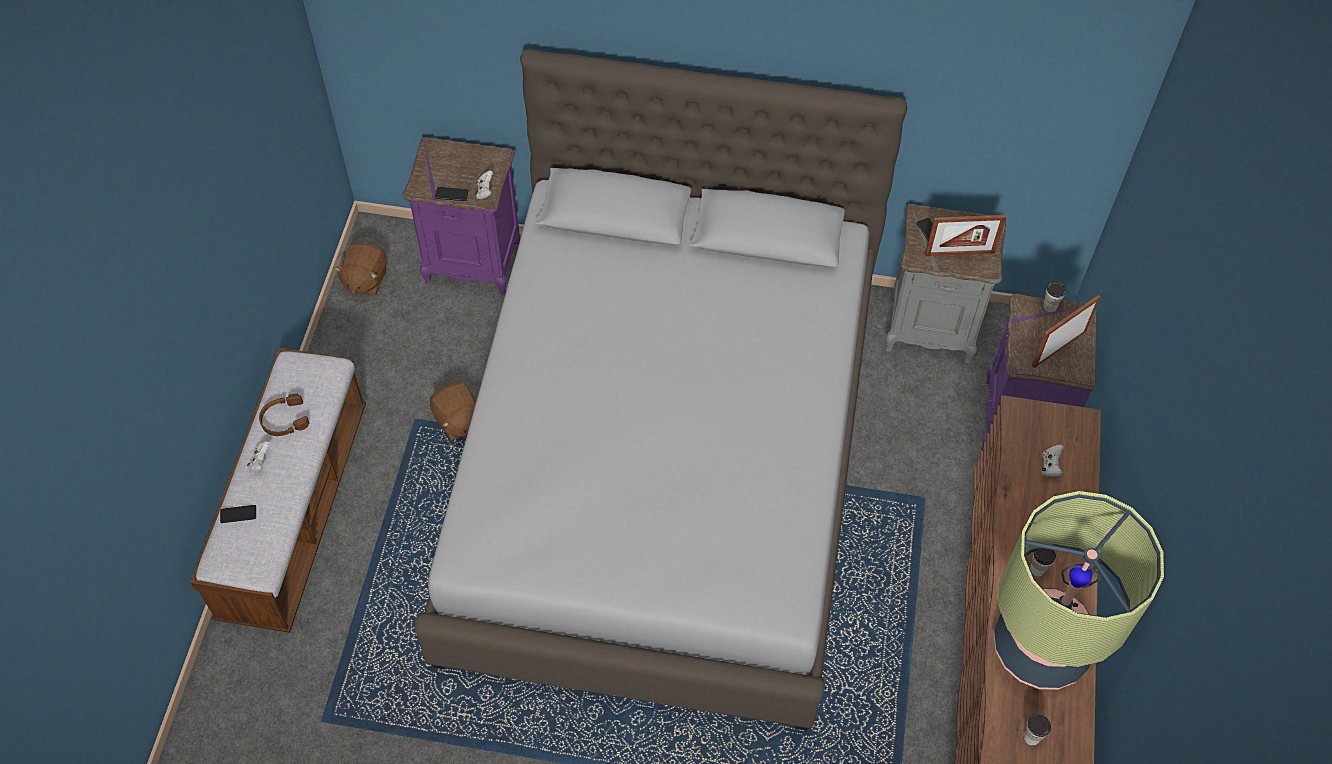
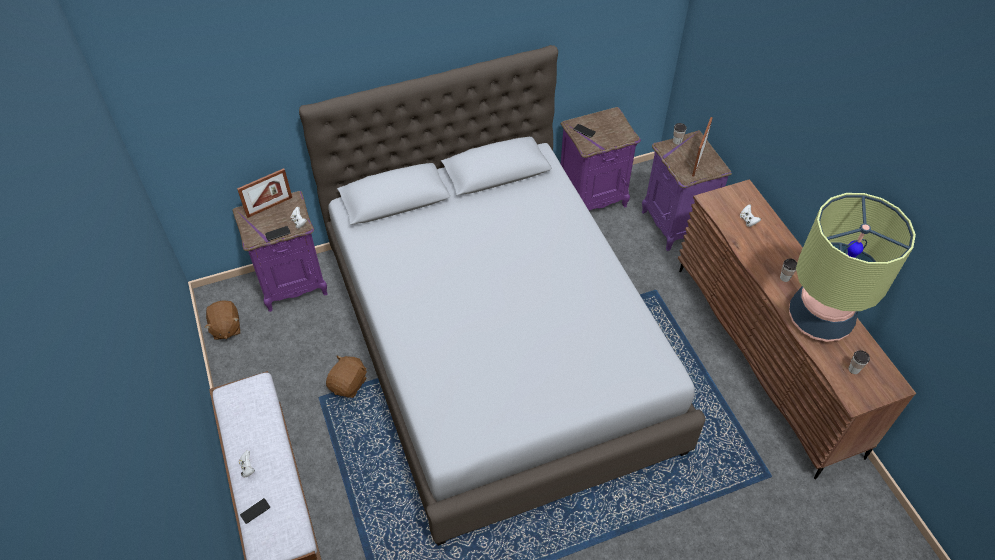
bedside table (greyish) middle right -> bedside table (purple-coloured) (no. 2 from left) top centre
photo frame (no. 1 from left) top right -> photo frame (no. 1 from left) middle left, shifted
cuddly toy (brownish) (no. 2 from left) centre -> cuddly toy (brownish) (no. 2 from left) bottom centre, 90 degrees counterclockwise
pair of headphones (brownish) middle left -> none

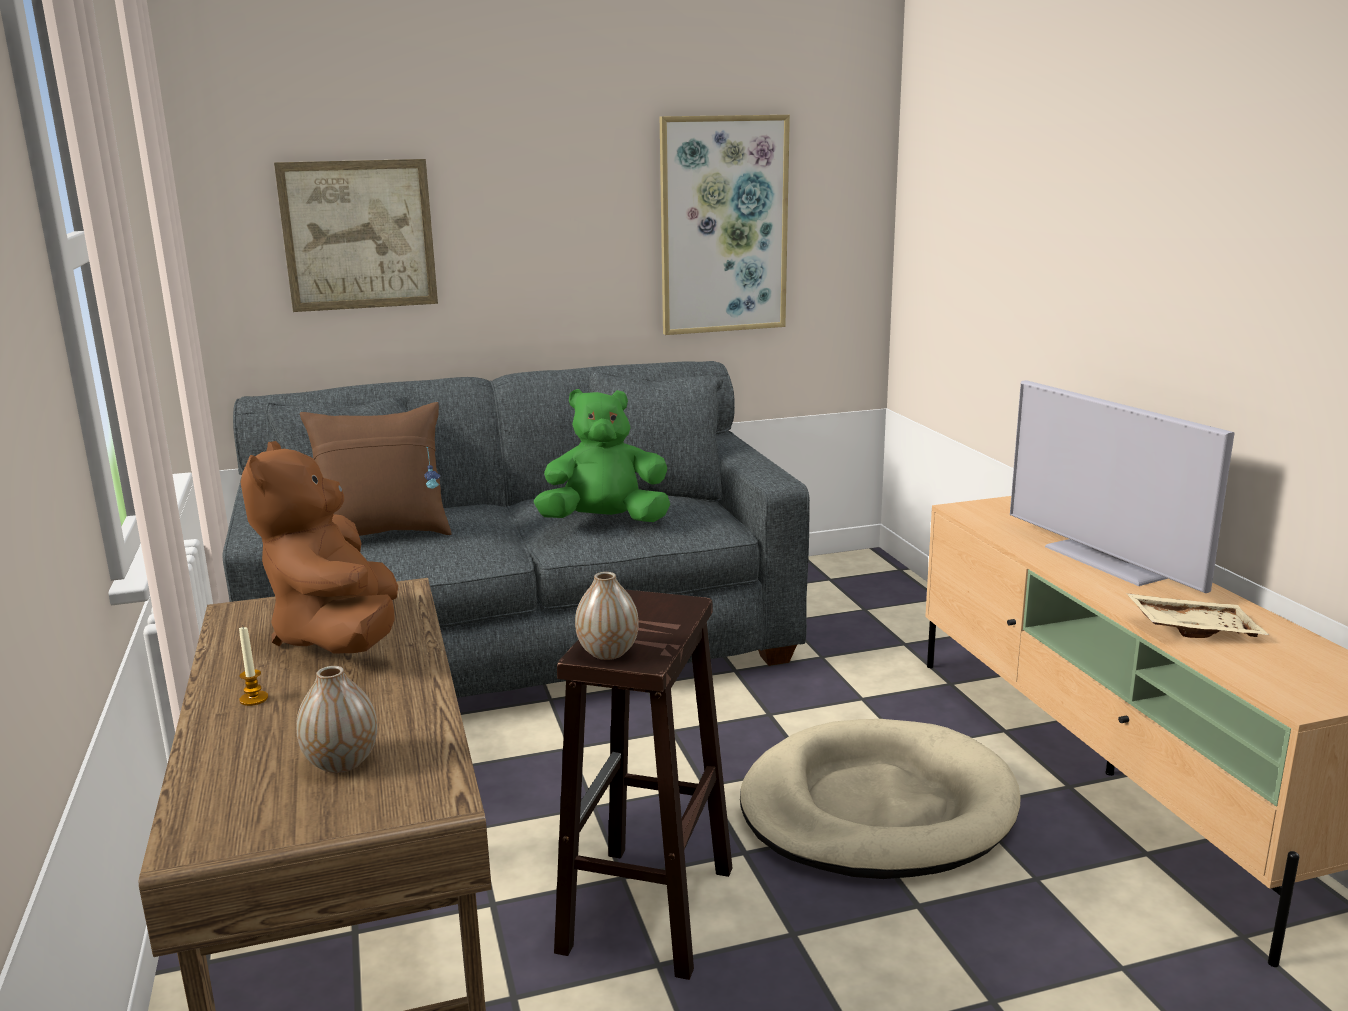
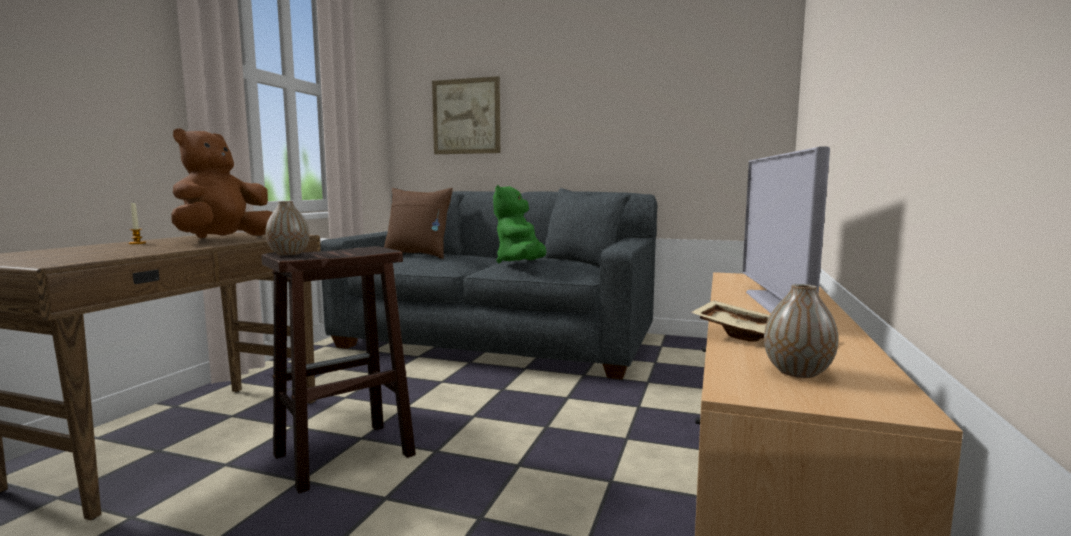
picture (no. 2 from left) top centre -> none
cuddly toy (greenish) centre, 105 degrees counterclockwise
flower vase (no. 1 from left in the first image) bottom left -> flower vase (no. 2 from left) middle right, shifted
dog cushion (beige-coloured) bottom centre -> none

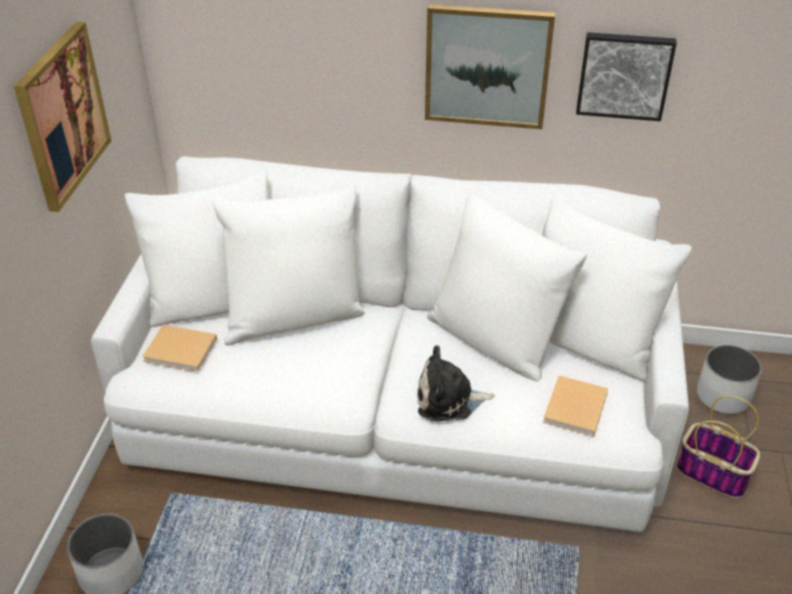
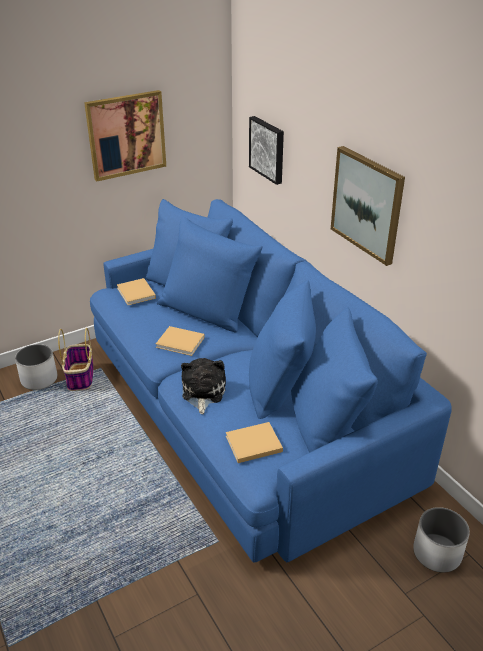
picture (no. 3 from left in the first image) top right -> picture (no. 2 from left) top centre, shifted
sofa (white) centre -> sofa (blue) centre
cuddly toy centre, 45 degrees clockwise
basket bottom right -> basket middle left, shifted
none -> bound book (beige-coloured) (no. 2 from left) centre

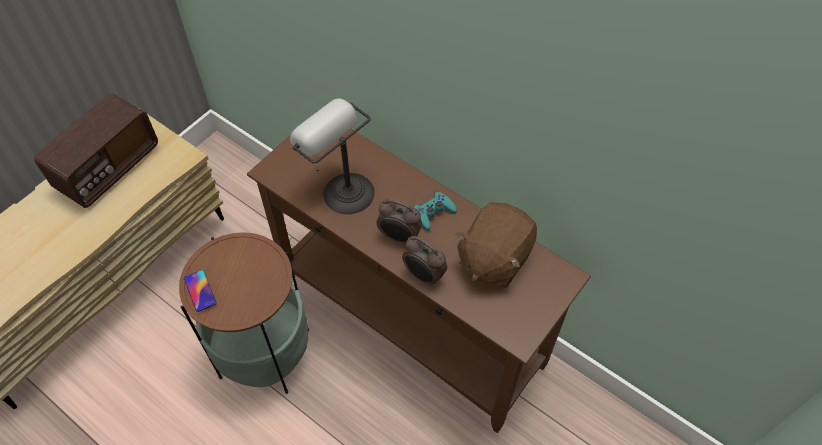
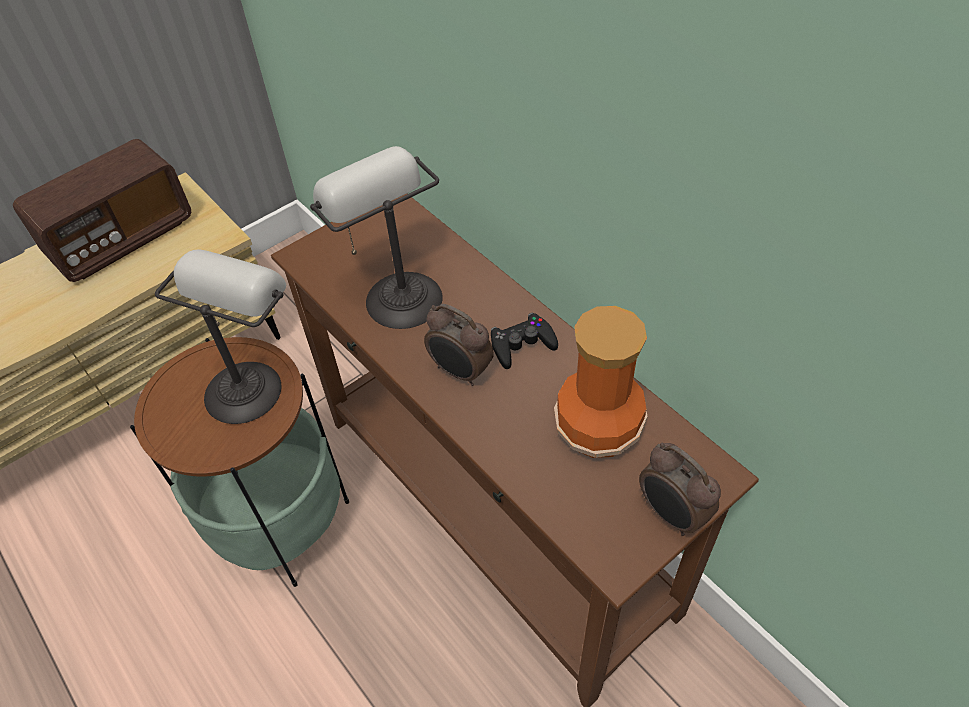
joypad (blue-green) centre -> joypad (blackish) centre
cuddly toy (brownish) centre -> flower vase centre
table clock (no. 2 from left) centre -> table clock (no. 2 from left) bottom right, shifted
telephone middle left -> none
none -> lamp for a table (no. 1 from left) middle left

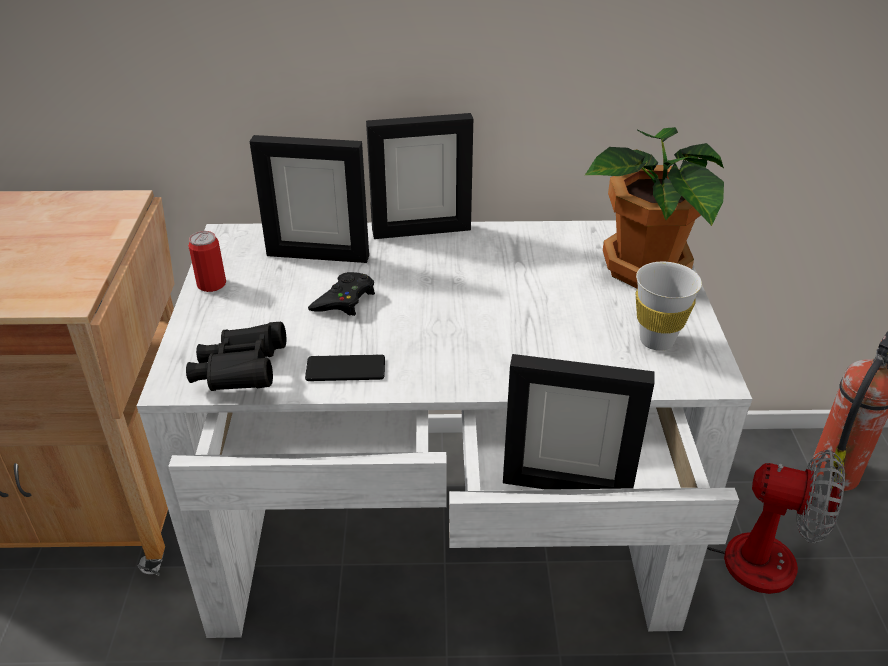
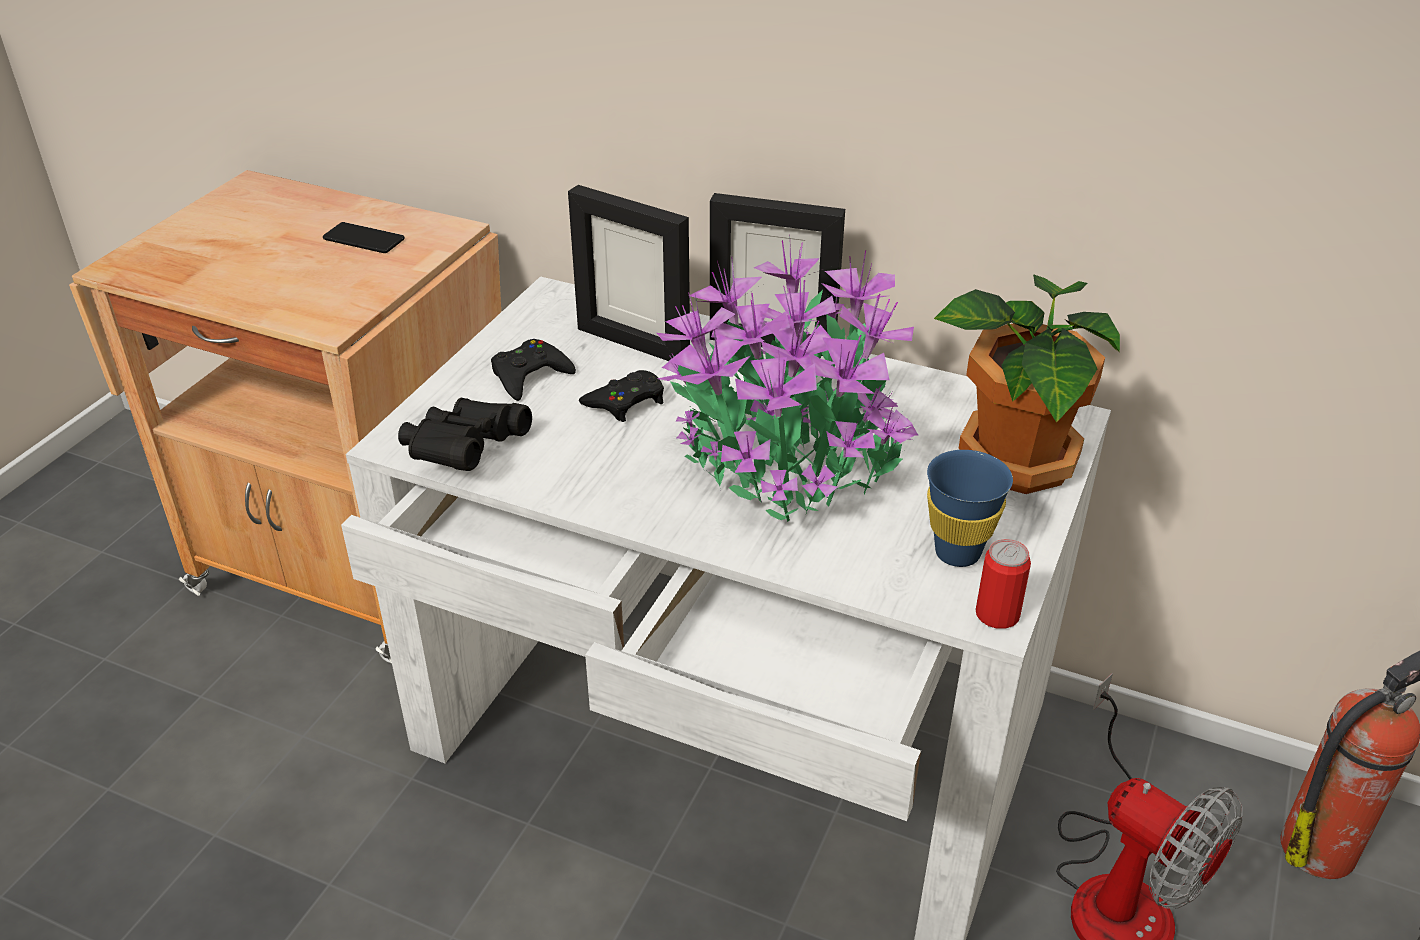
sealed can middle left -> sealed can middle right, shifted
cup (white) middle right -> cup (blue) middle right
telephone centre -> telephone top left, shifted
photo frame (no. 3 from left) centre -> none
none -> potted plant (no. 1 from left) centre
none -> joypad (blackish) (no. 1 from left) centre

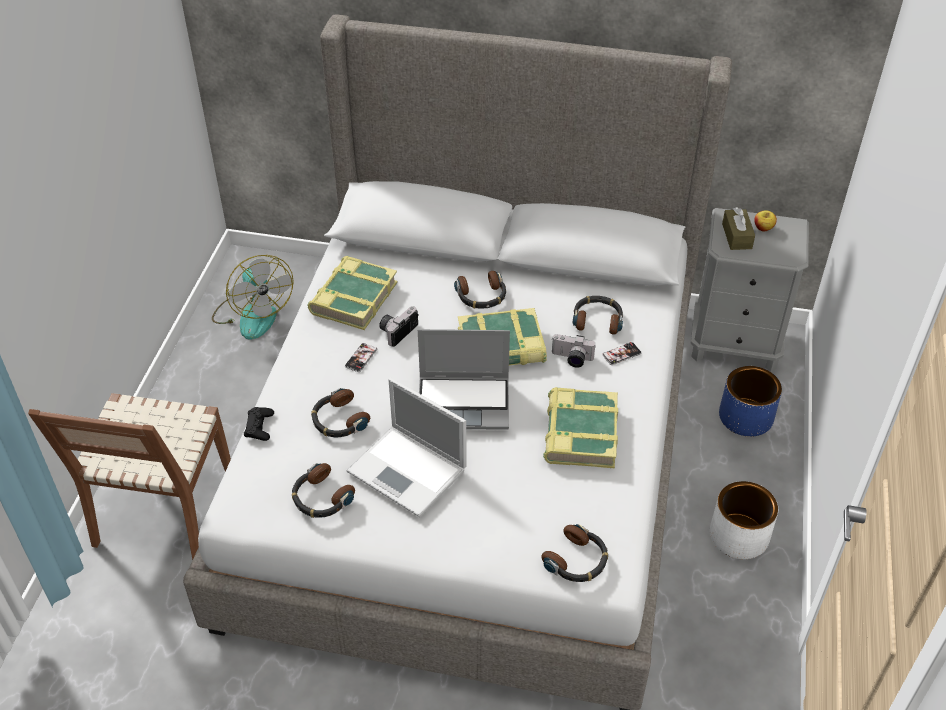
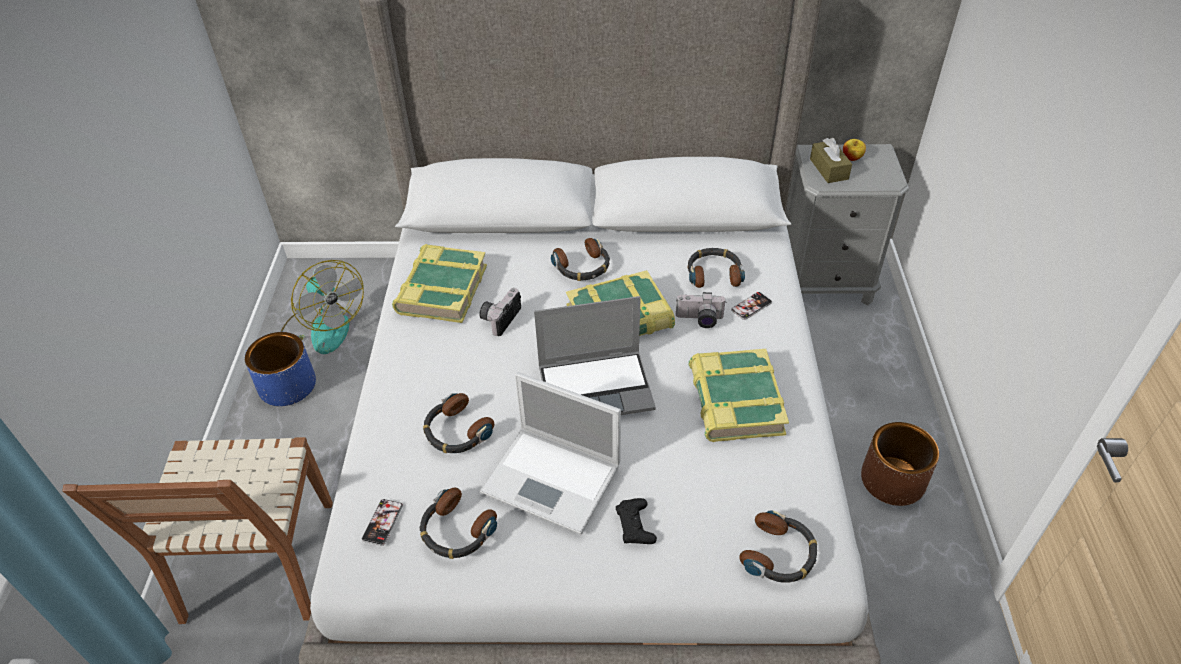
telephone (no. 1 from left) centre -> telephone (no. 1 from left) bottom left, shifted
planter (blue) middle right -> planter (blue) middle left, shifted
joypad (blackish) middle left -> joypad (blackish) bottom centre, shifted
planter (white) bottom right -> planter (brownish) bottom right

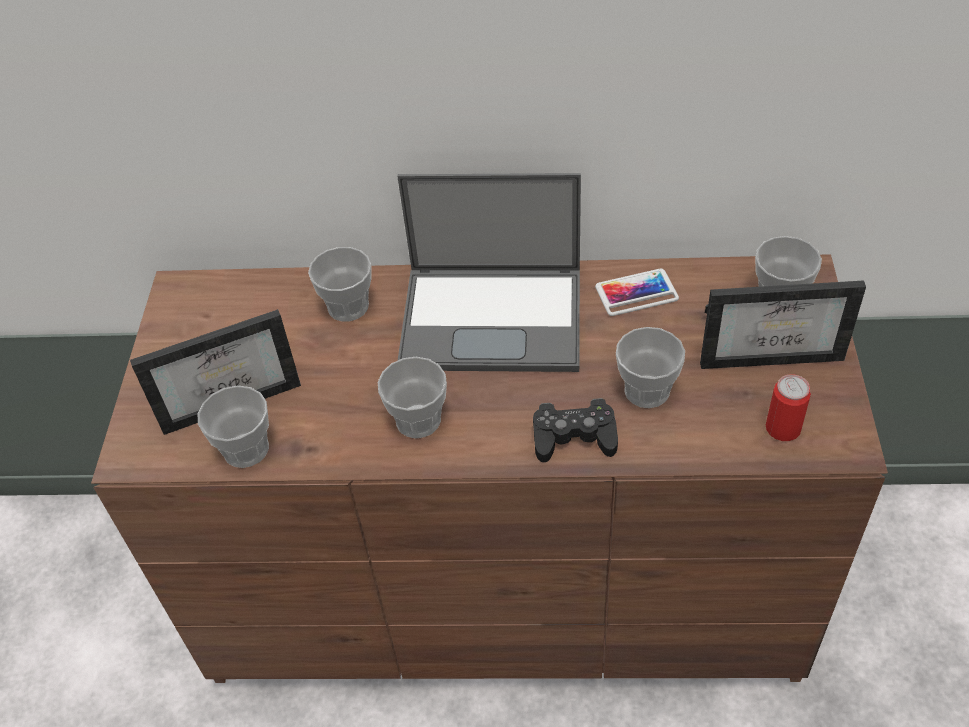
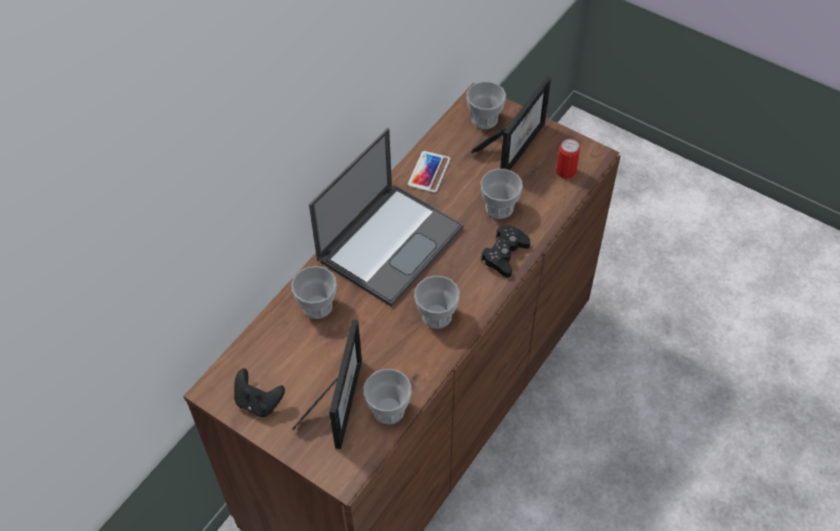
none -> joypad (blackish) (no. 1 from left) bottom left

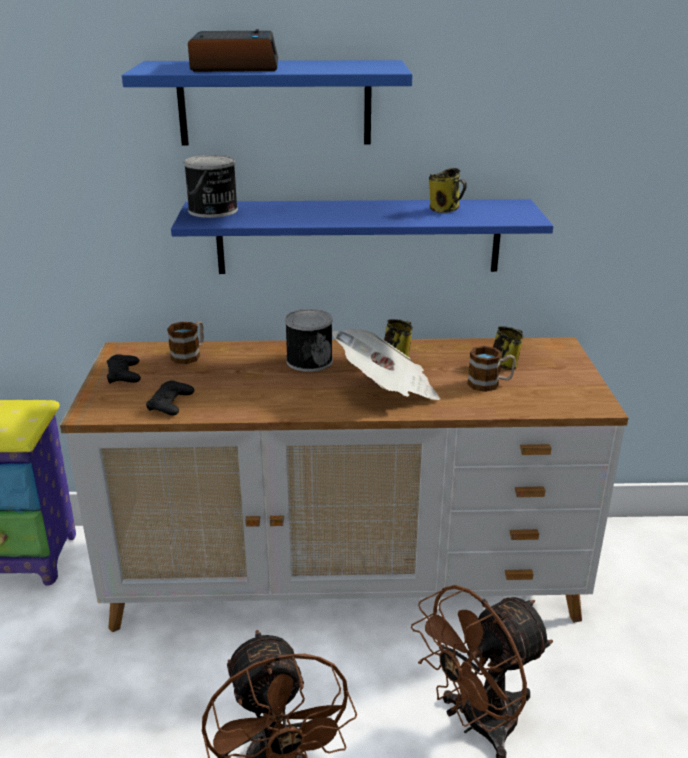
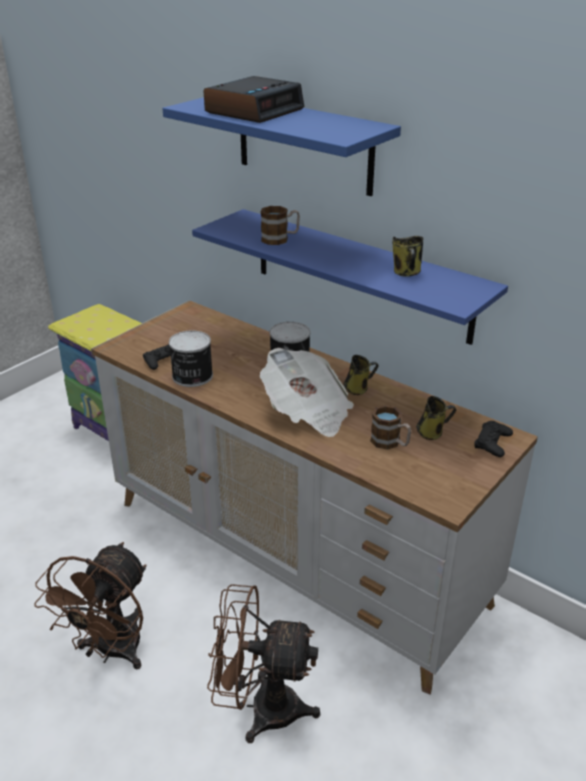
sealed can (no. 1 from left) top left -> sealed can (no. 1 from left) middle left, shifted
coffee mug (no. 1 from left) middle left -> coffee mug (no. 1 from left) top centre, shifted
joypad (blackish) (no. 1 from left in the first image) middle left -> joypad (blackish) (no. 2 from left) middle right, shifted

